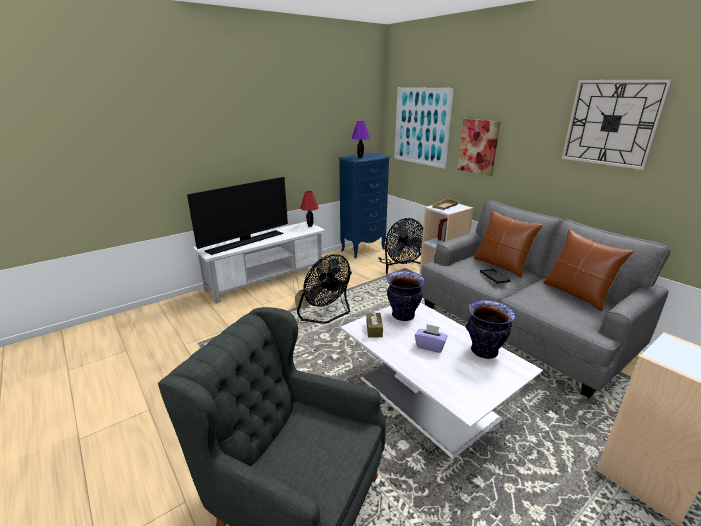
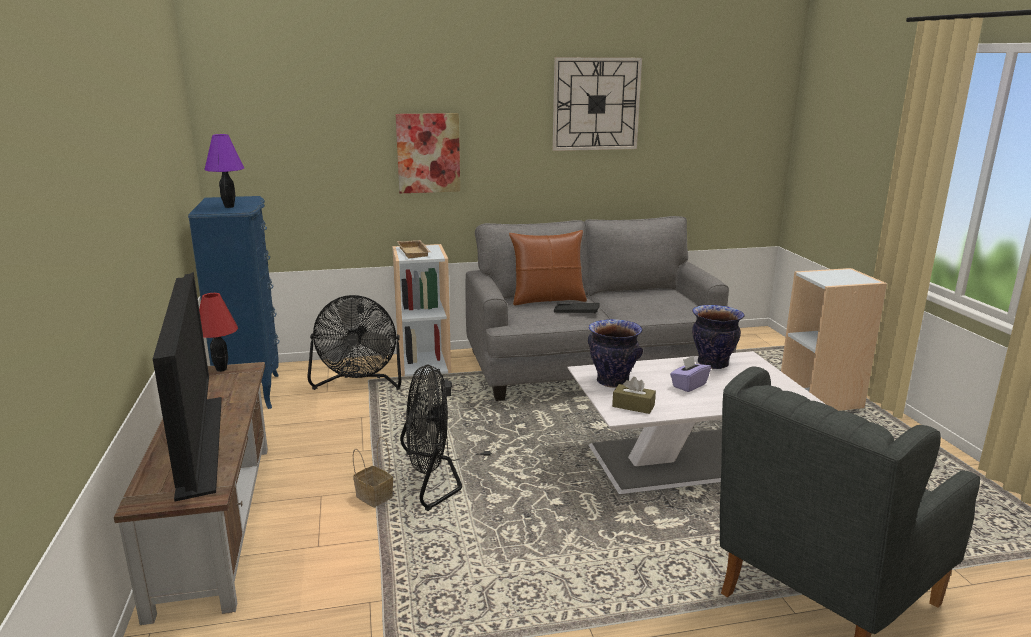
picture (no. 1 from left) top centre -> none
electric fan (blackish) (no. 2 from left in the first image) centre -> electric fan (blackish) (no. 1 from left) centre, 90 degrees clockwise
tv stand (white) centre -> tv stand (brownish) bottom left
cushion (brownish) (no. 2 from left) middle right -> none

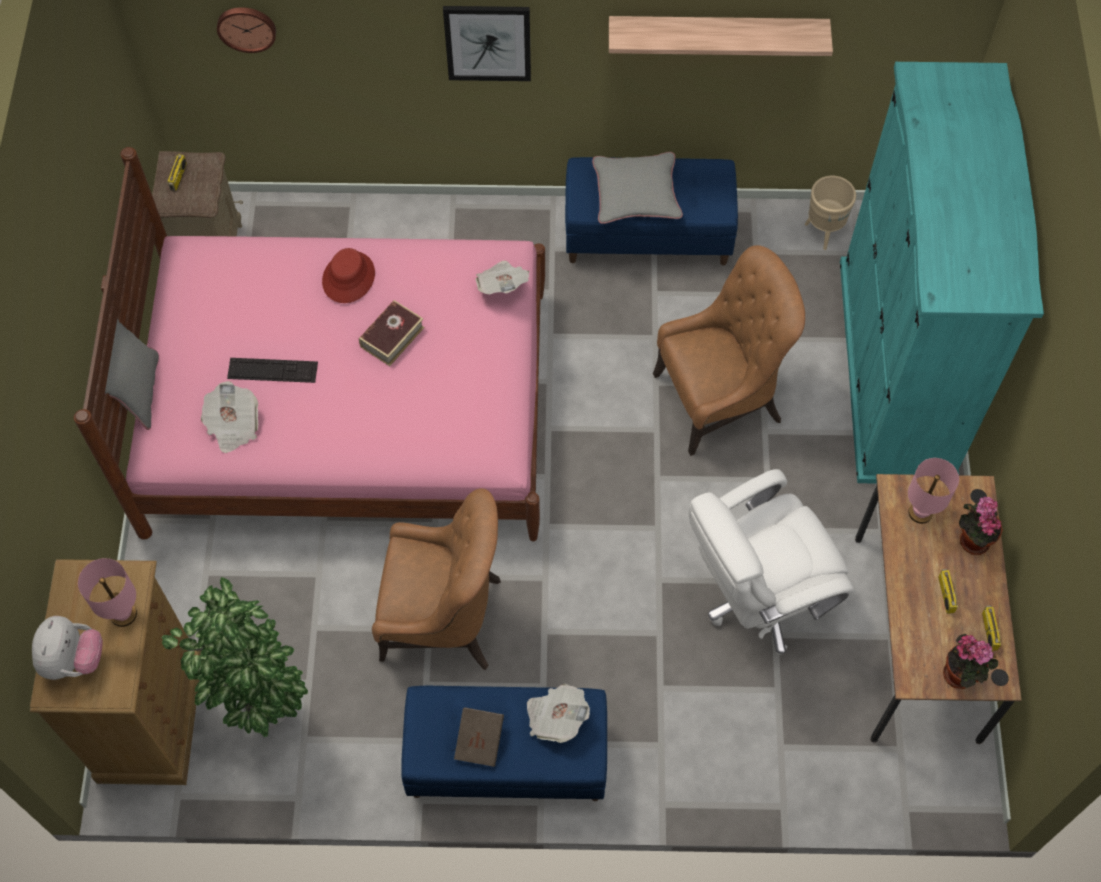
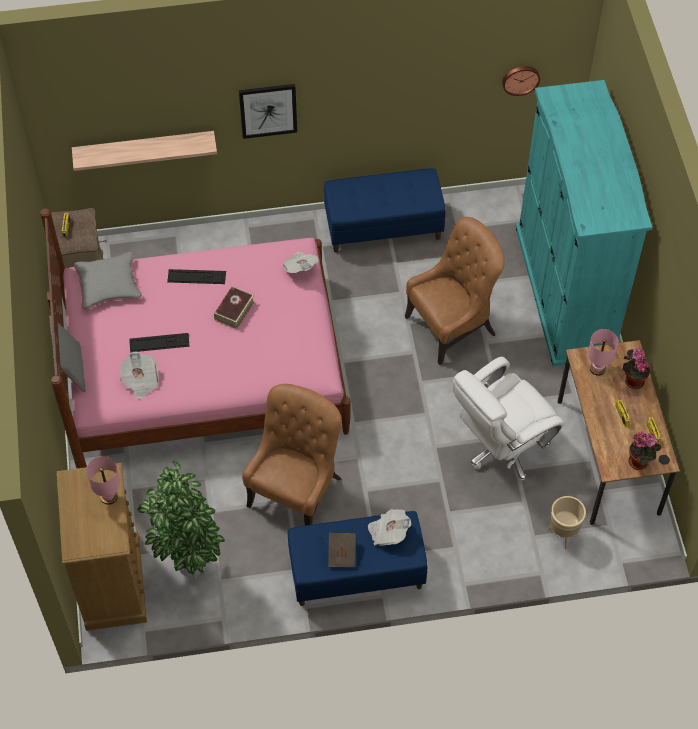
wall clock top left -> wall clock top right, shifted
shelf top centre -> shelf top left, shifted
cushion (greyish) (no. 2 from left) top centre -> cushion (greyish) (no. 2 from left) middle left, shifted
planter (beige-coloured) top right -> planter (beige-coloured) bottom right, shifted
clothing hat (red) top left -> keyboard (no. 2 from left) middle left
upright chair (brownish) (no. 1 from left) centre, 60 degrees counterclockwise
cuddly toy bottom left -> none

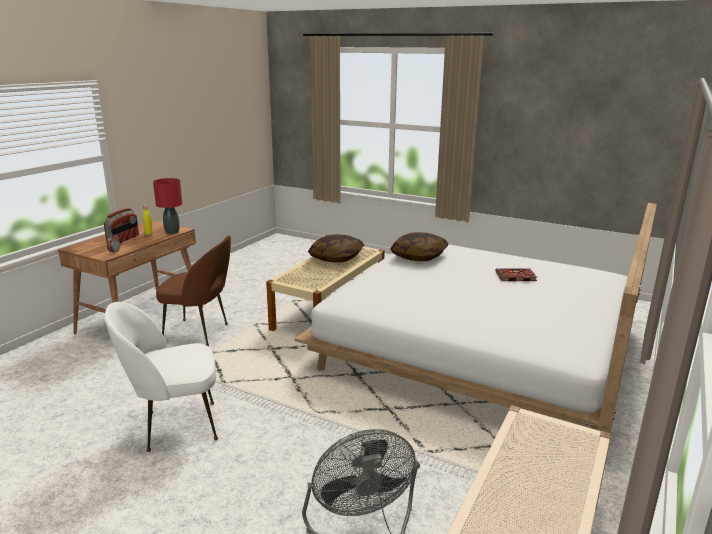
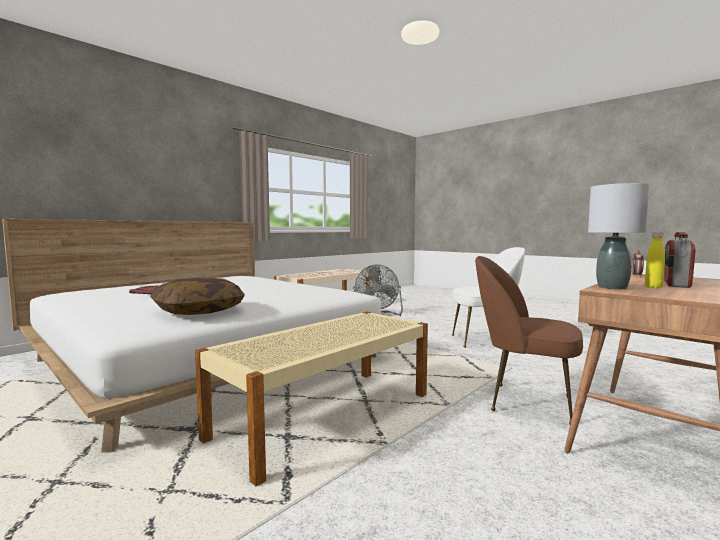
lamp for a table (red) middle left -> lamp for a table (greyish) middle right
cushion (no. 1 from left) centre -> none

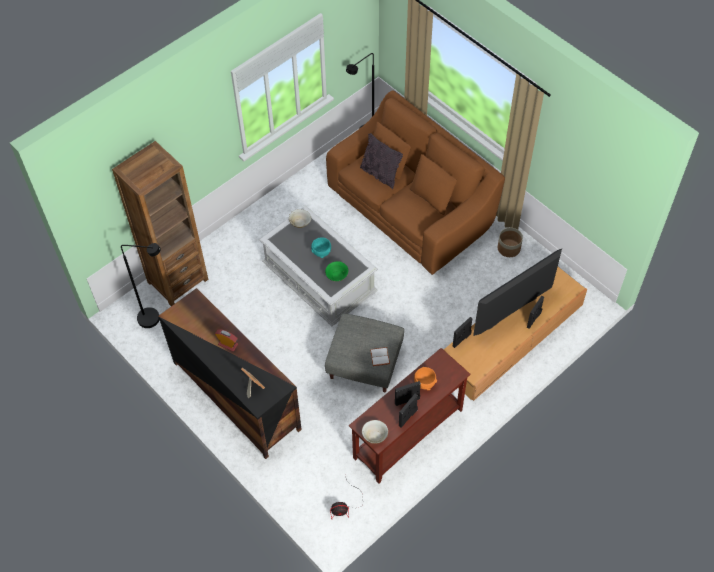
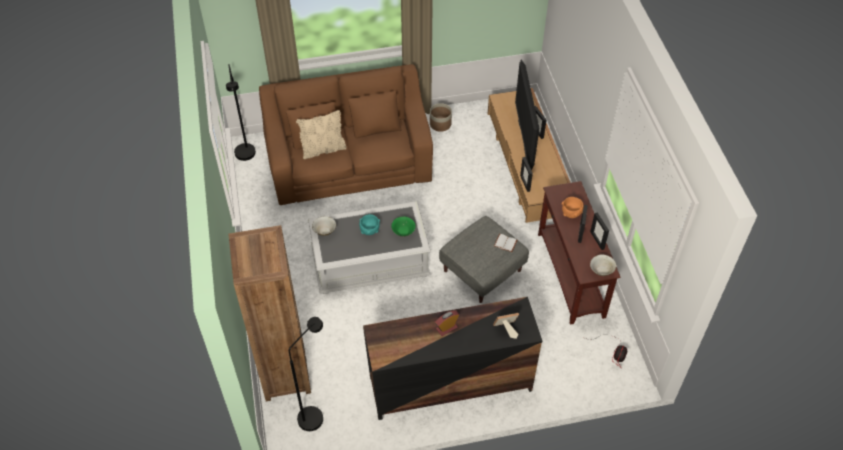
cushion (blackish) top centre -> cushion (beige-coloured) top centre

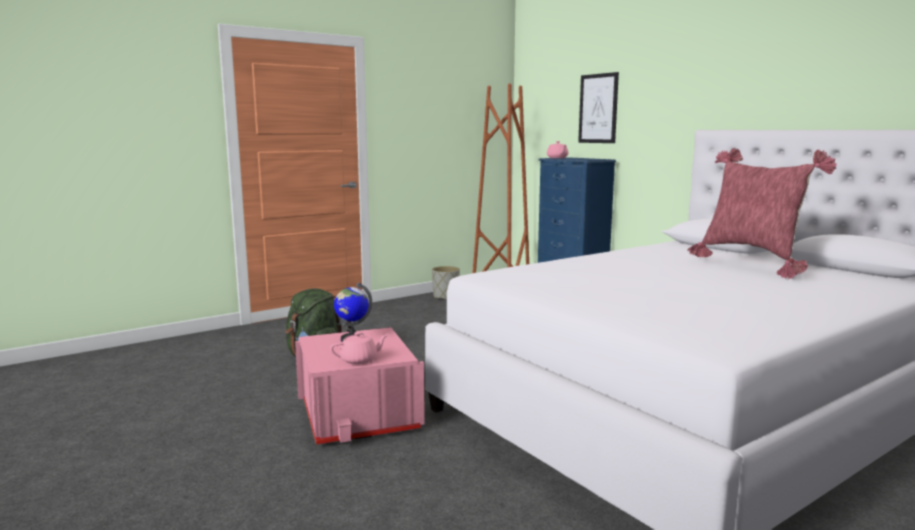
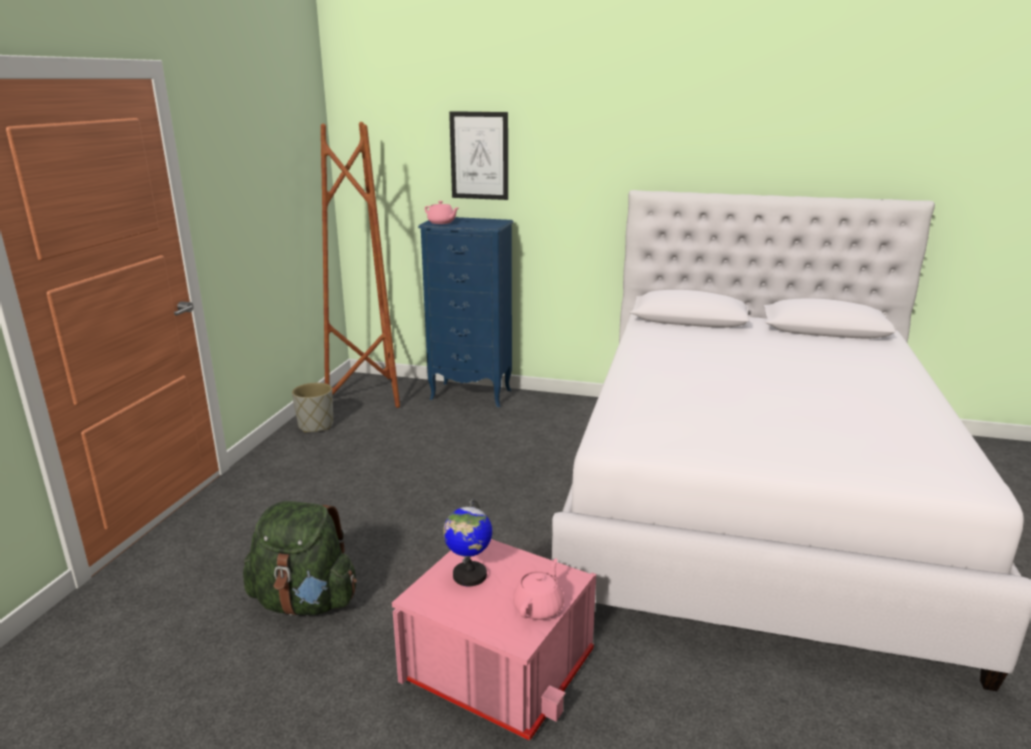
cushion (red) middle right -> none

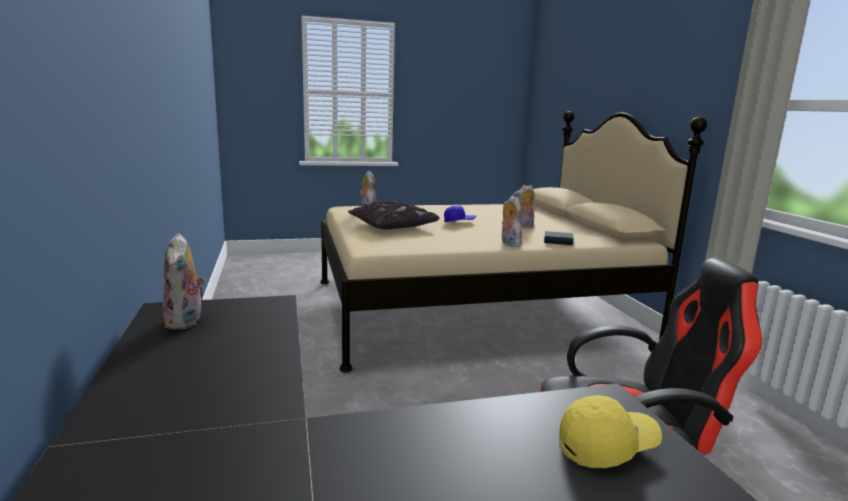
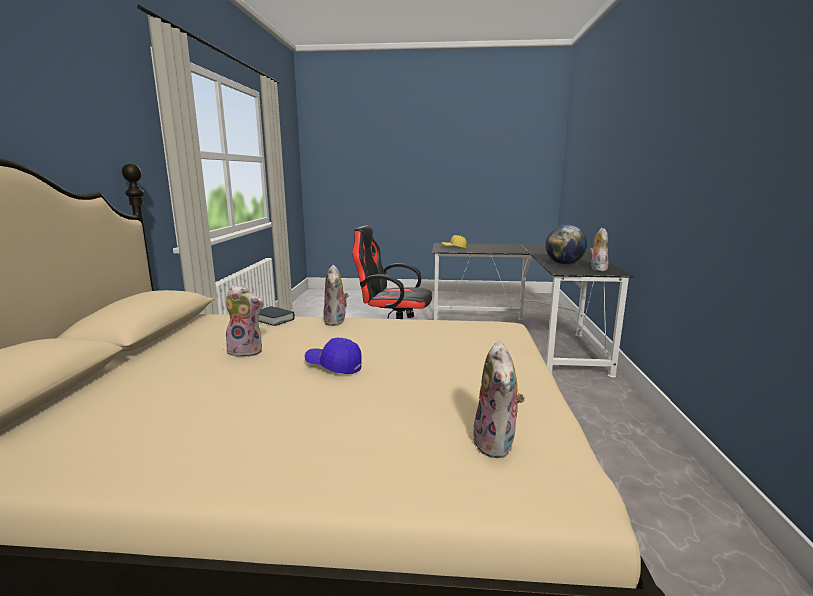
cushion (blackish) centre -> none
none -> desk globe middle right

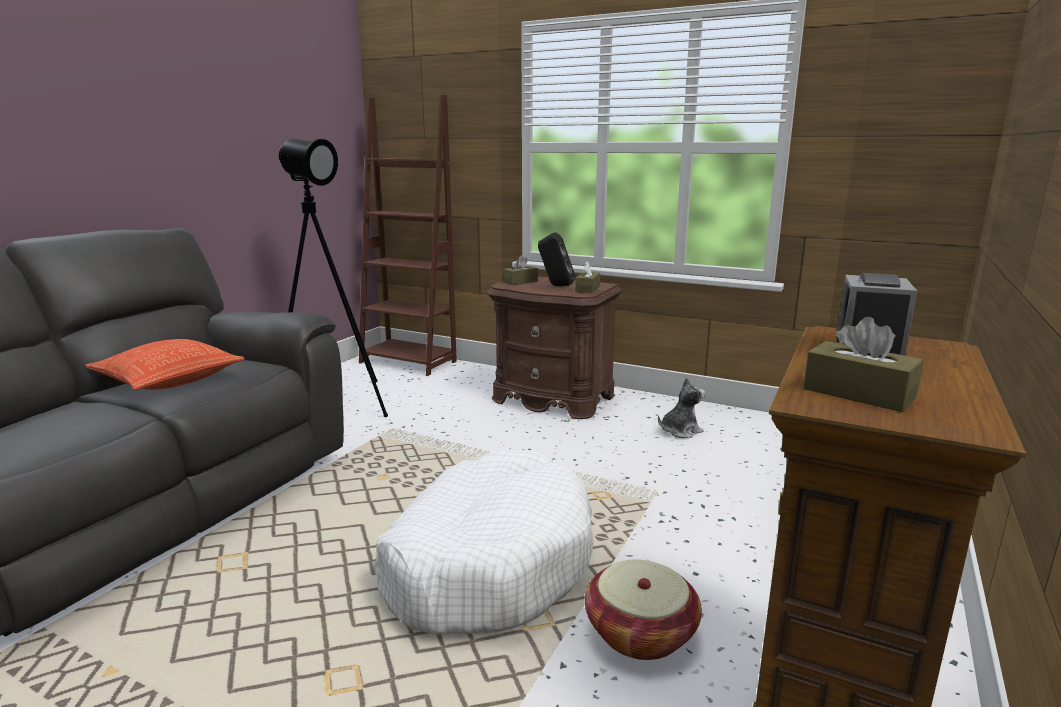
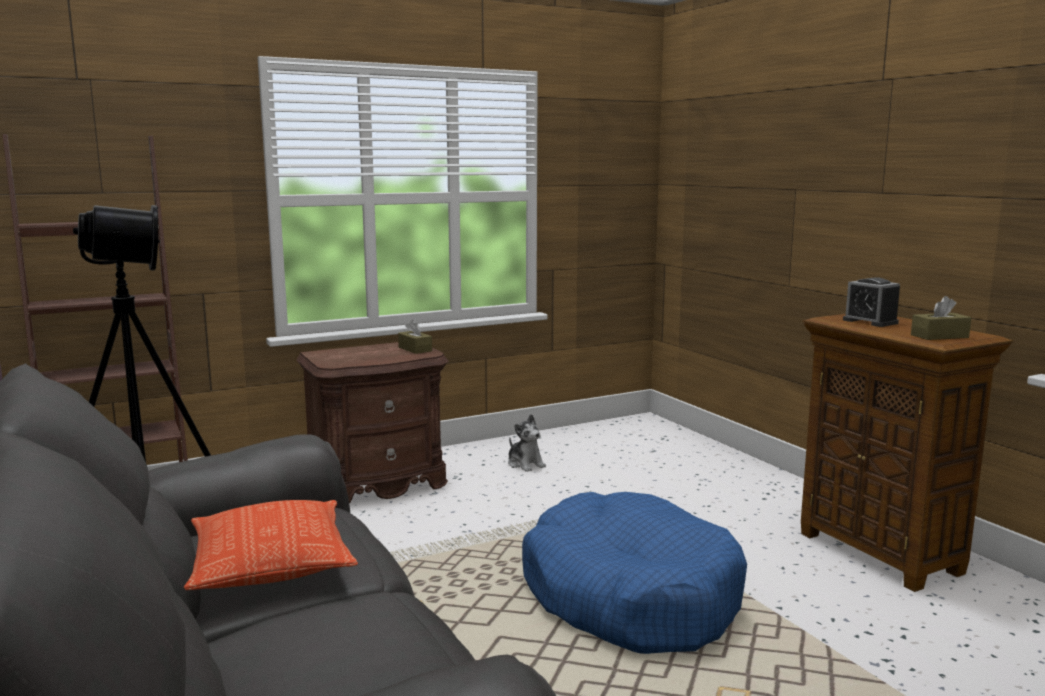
loudspeaker (blackish) centre -> none
tissue box (brownish) (no. 1 from left) centre -> none
cuddly toy centre, 135 degrees clockwise
dog cushion (white) bottom centre -> dog cushion (blue) bottom centre
basket bottom centre -> none

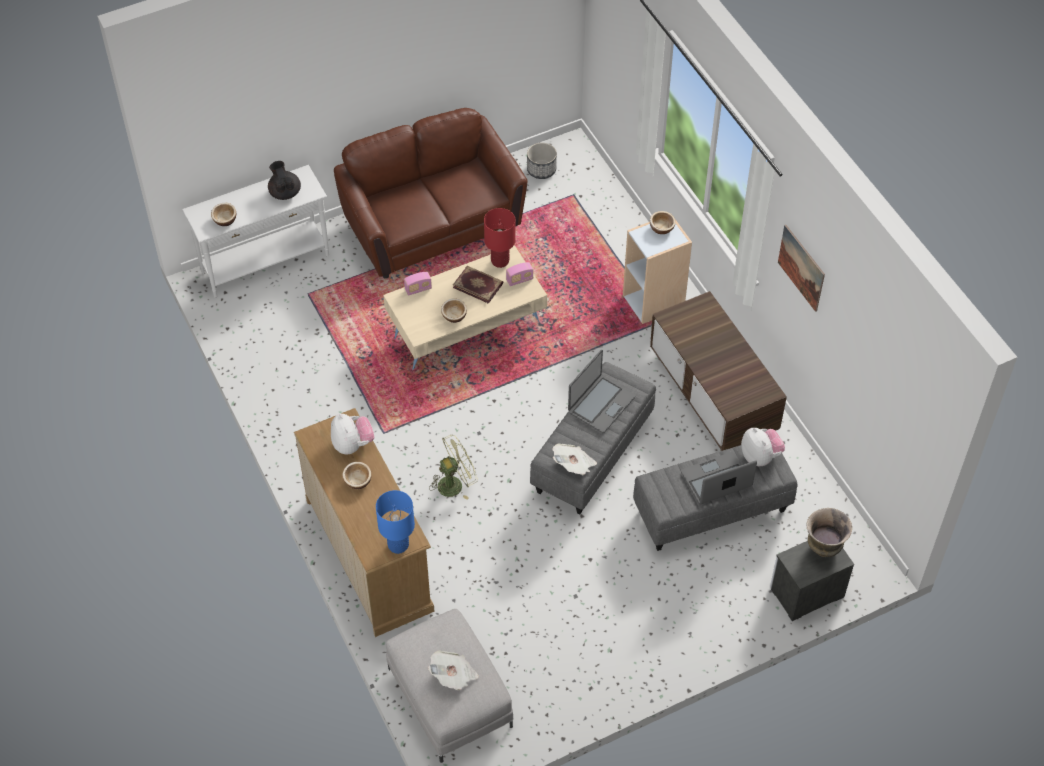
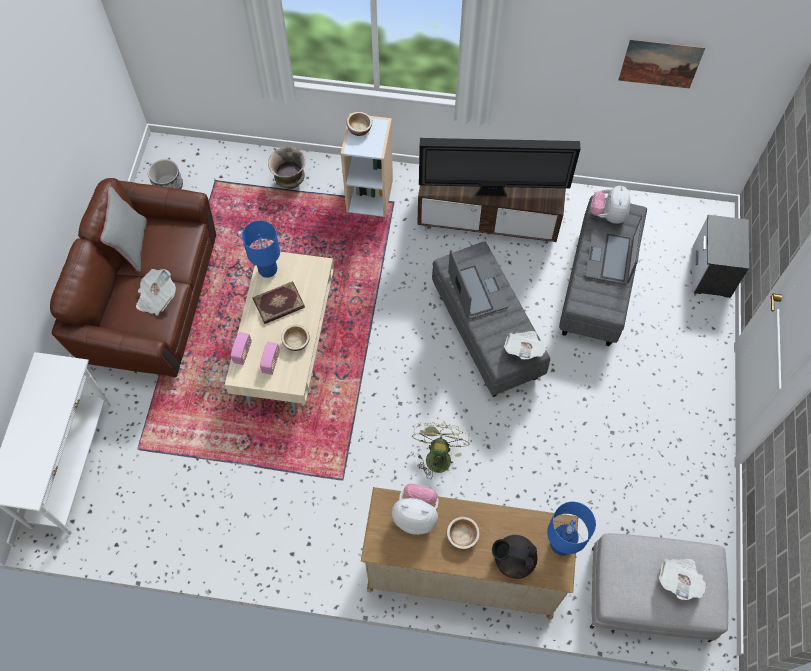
teapot (blackish) top left -> teapot (blackish) bottom centre, shifted
bowl (no. 1 from left) top left -> none
lamp for a table (red) top centre -> lamp for a table (blue) (no. 1 from left) middle left
picture middle right -> picture top right, shifted
radio set (no. 2 from left) centre -> radio set (no. 2 from left) middle left, shifted
cuddly toy (no. 2 from left) middle right -> cuddly toy (no. 2 from left) top right, 90 degrees counterclockwise
flower vase bottom right -> flower vase top centre, shifted
none -> TV set top centre
none -> cushion (greyish) middle left
none -> printed paper (no. 1 from left) middle left

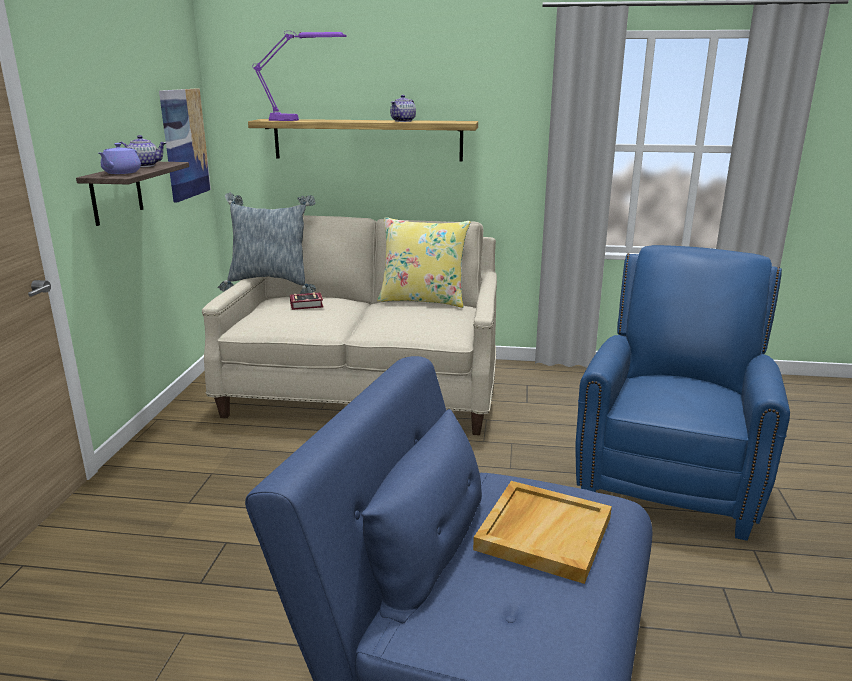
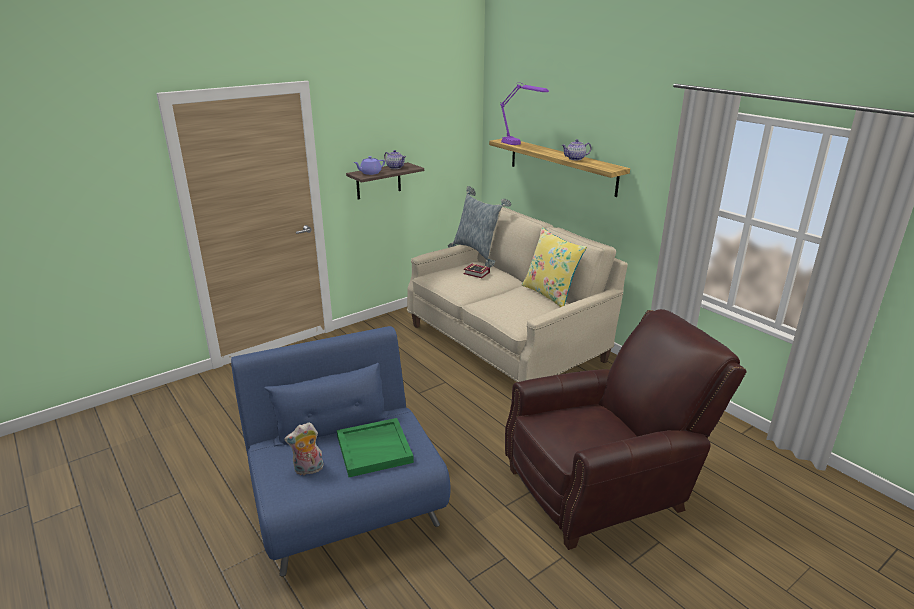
picture top left -> none
armchair (blue) (no. 2 from left) middle right -> armchair (brownish) bottom right
carrying tray (beige-coloured) bottom centre -> carrying tray (greenish) bottom centre
none -> cuddly toy bottom left

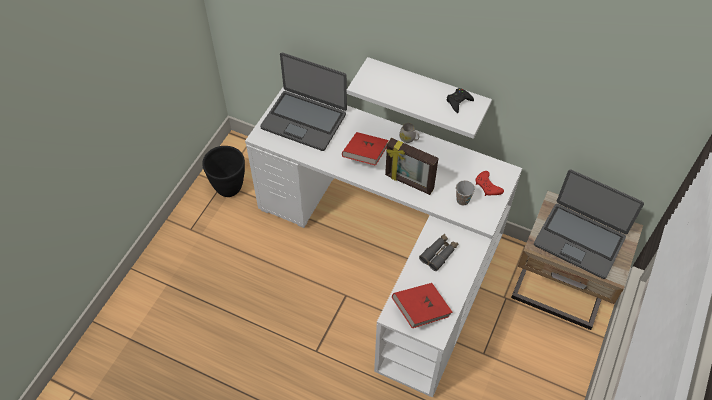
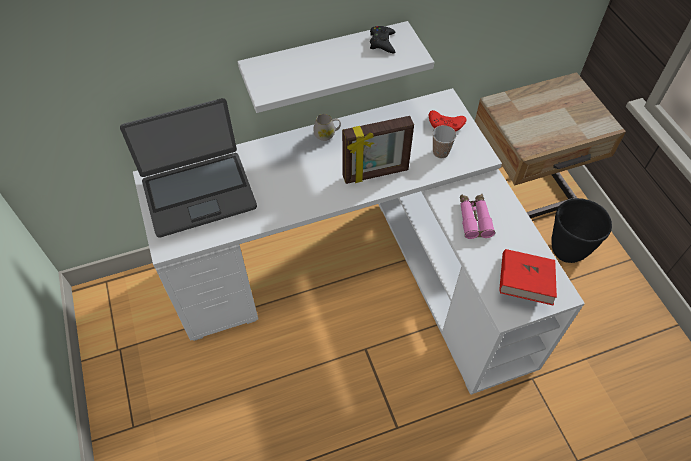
bound book (red) (no. 1 from left) centre -> none
planter (blackish) middle left -> planter (blackish) middle right, shifted
portable computer (no. 2 from left) middle right -> none
field glasses (greyish) centre -> field glasses (pink-coloured) middle right

